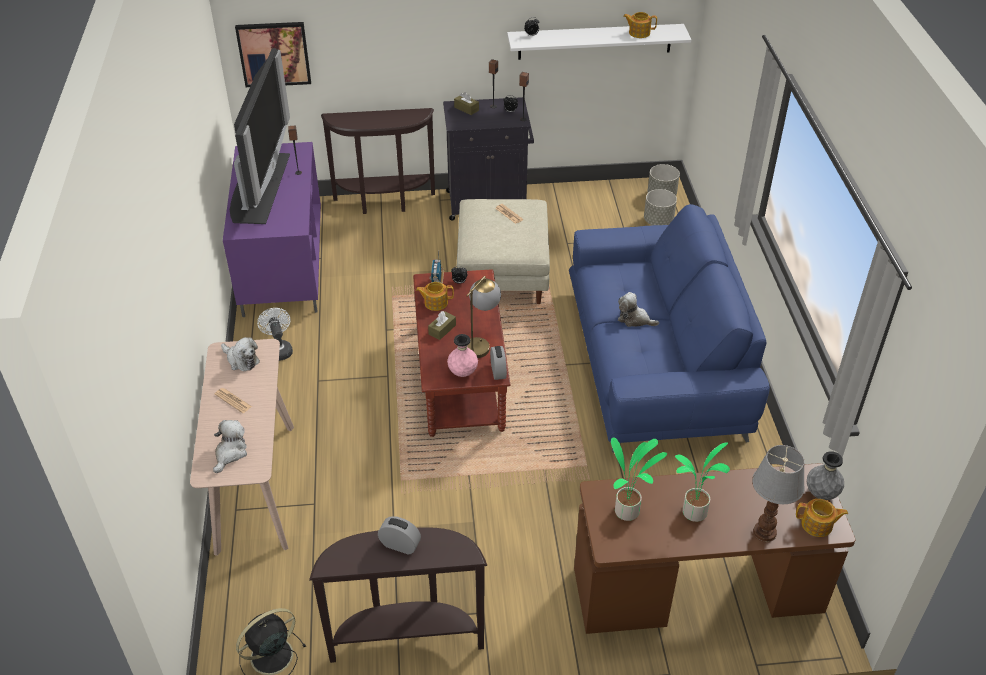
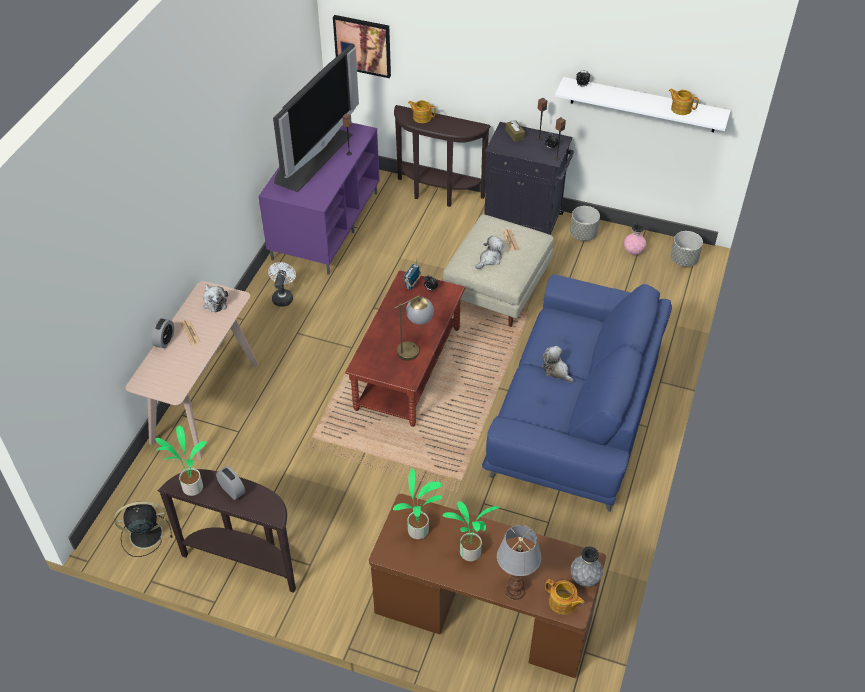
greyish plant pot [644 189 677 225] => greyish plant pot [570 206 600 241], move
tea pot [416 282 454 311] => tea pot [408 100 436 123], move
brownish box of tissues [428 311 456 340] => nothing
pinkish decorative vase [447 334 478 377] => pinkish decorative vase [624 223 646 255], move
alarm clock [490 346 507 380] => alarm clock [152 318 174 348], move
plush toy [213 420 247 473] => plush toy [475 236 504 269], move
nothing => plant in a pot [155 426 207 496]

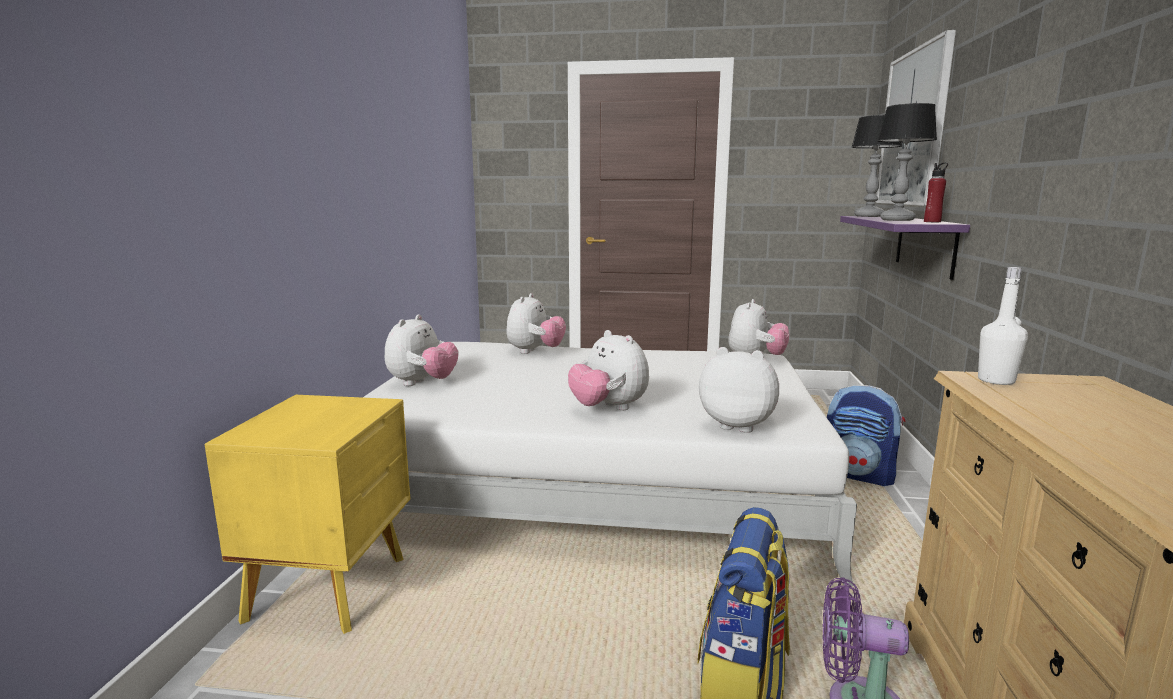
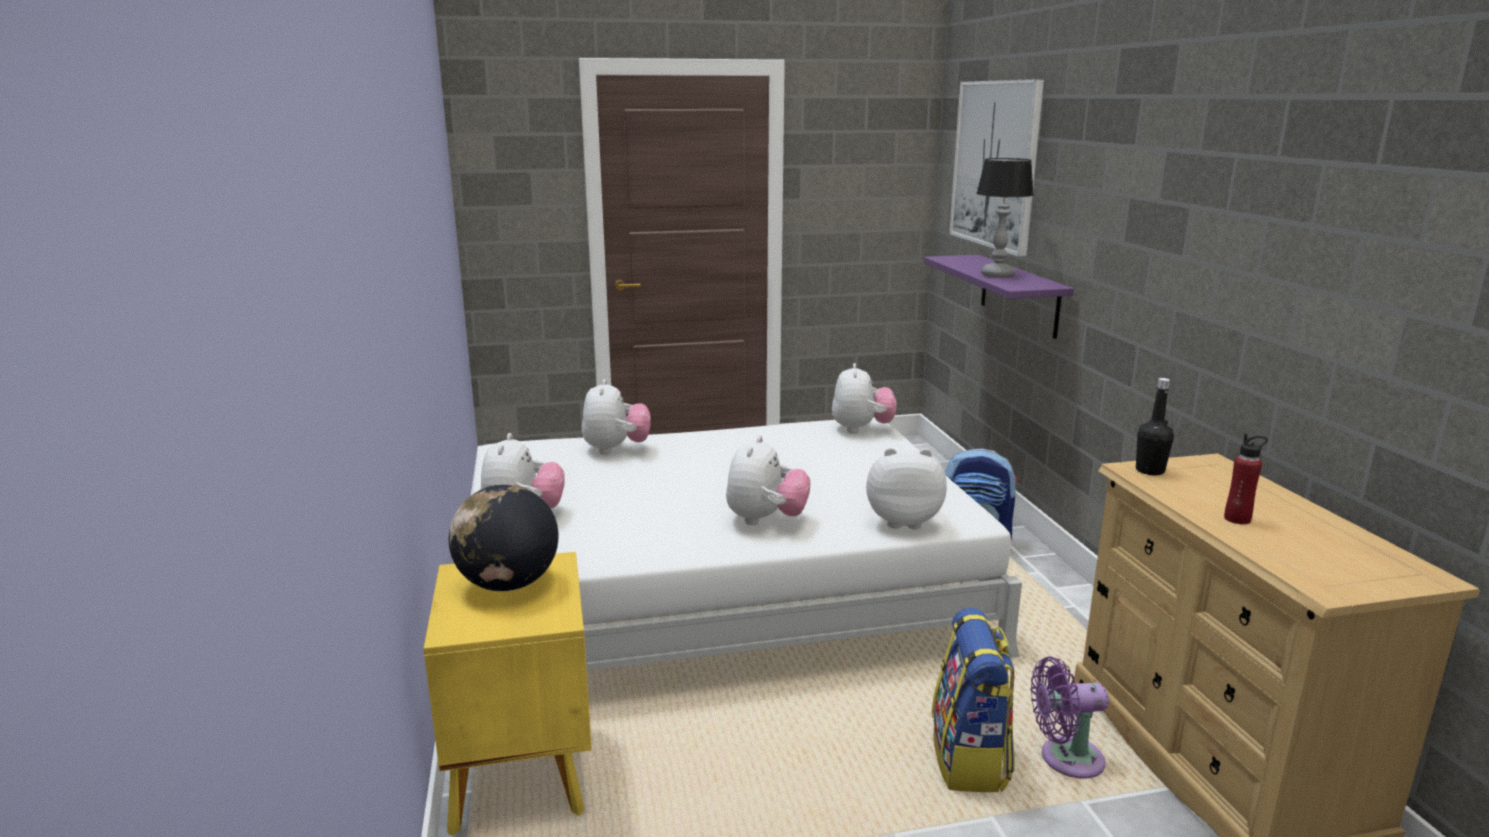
lamp for a table [851 115 902 217] => nothing
red-coloured drink bottle [924 162 948 222] => red-coloured drink bottle [1224 434 1268 524], move
white-coloured drink bottle [978 267 1028 385] => black drink bottle [1136 378 1174 475]
plush toy [568 330 649 410] => plush toy [726 435 810 525], 105 degrees counterclockwise
nothing => globe [449 484 559 591]

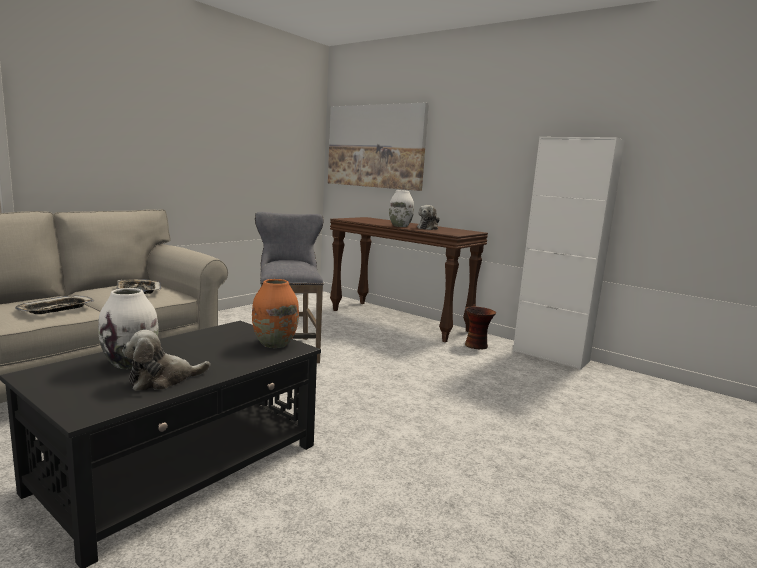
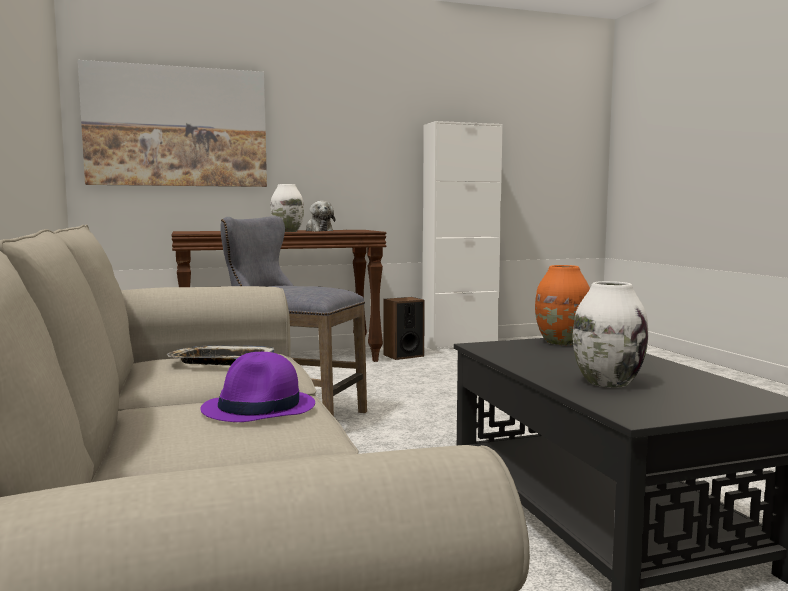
carrying tray [15 295 94 314] => purple hat [200 352 315 422]
decorative vase [465 307 496 349] => audio speaker [383 297 425 360]
plush toy [122 330 210 391] => nothing

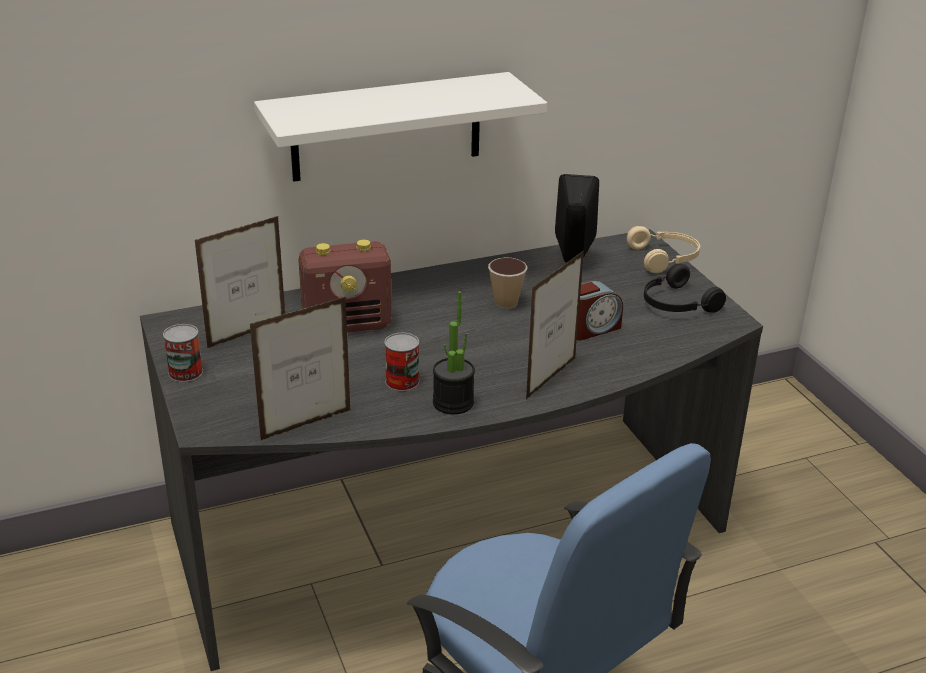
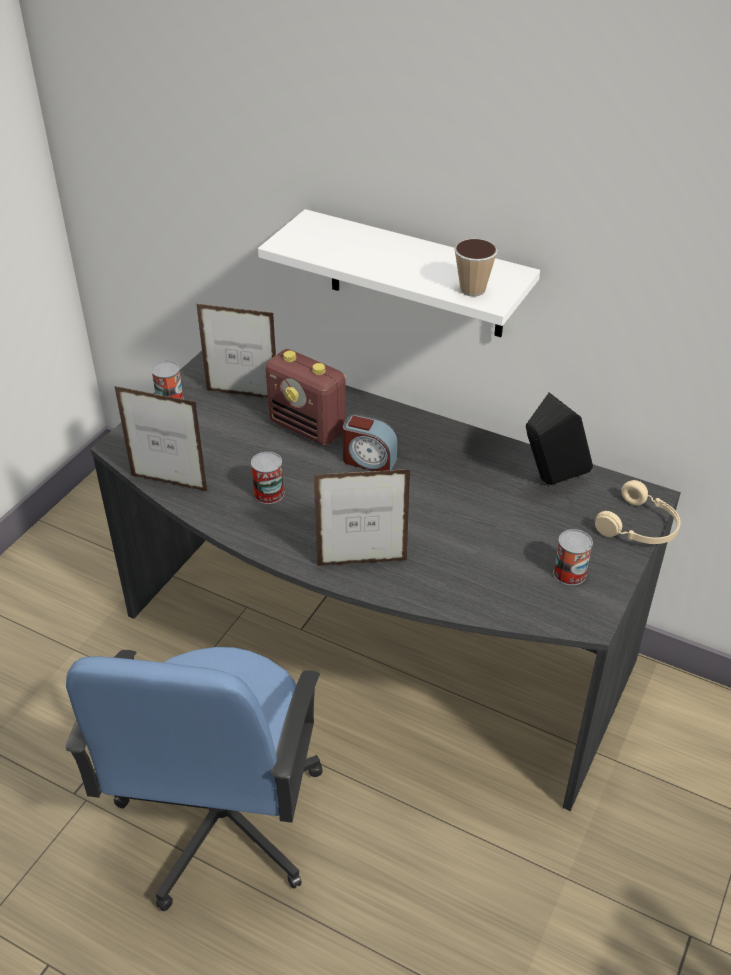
small cup [488 257 527 309] => small cup [454 239 498 297], move
black pair of headphones [644 264 726 313] => can [553 529 593 586]
alarm clock [577 280 623 340] => alarm clock [343 414 398 471], move
plant in a pot [433 291 475 414] => nothing

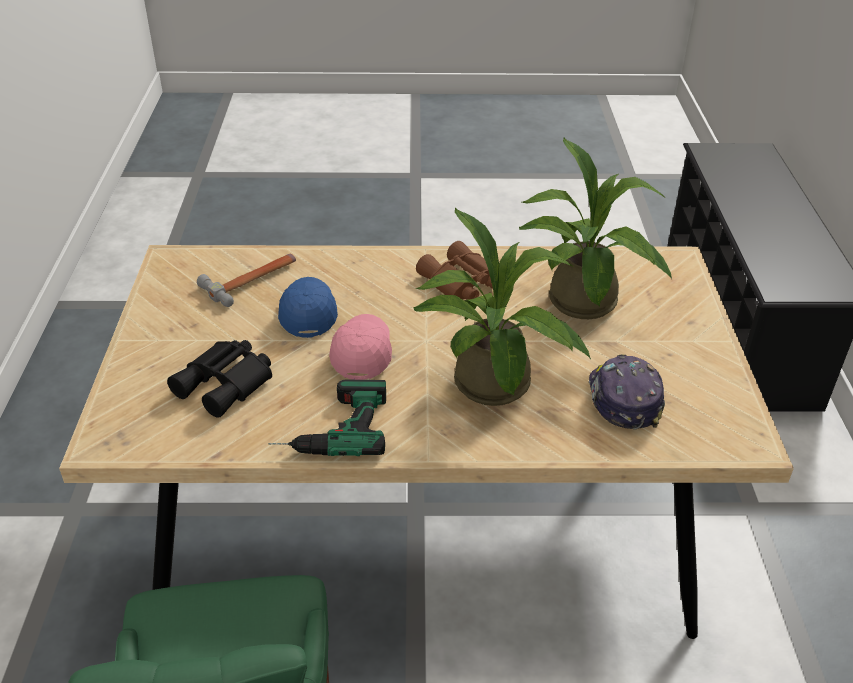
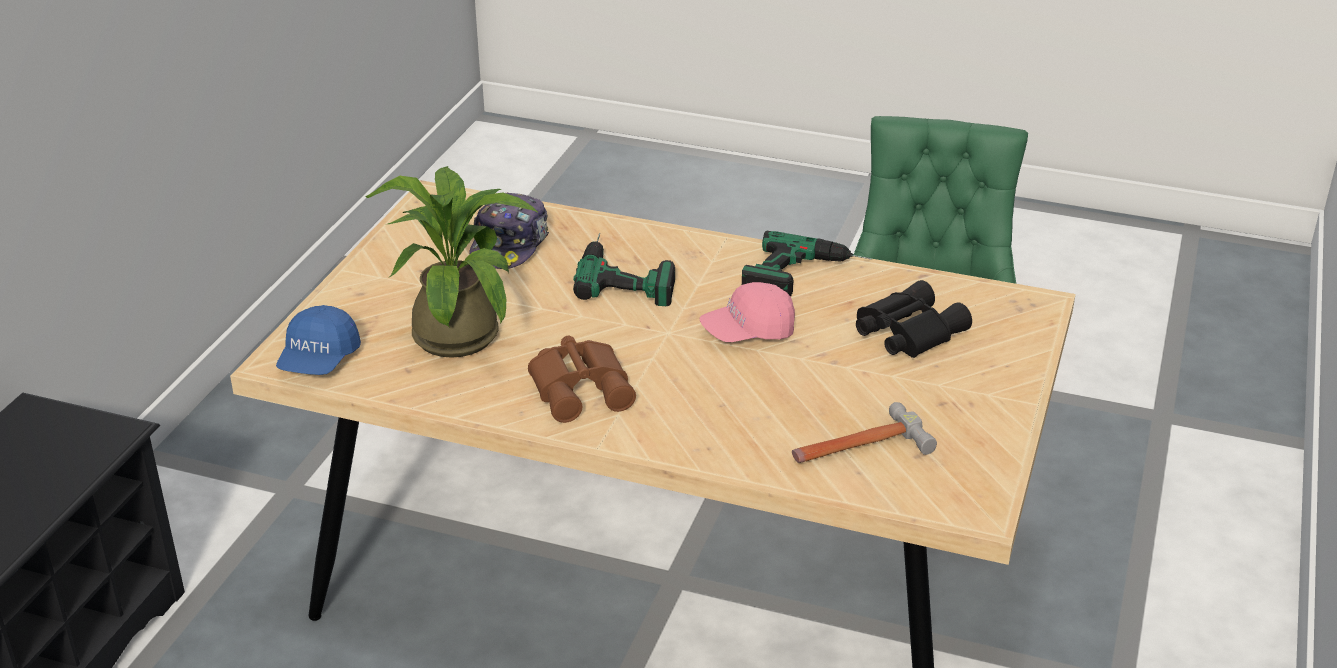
plant in a pot [414 207 591 406] => power drill [573 233 675 306]
bluish baseball cap [278 277 338 338] => bluish baseball cap [276 305 361 375], move
pinkish baseball cap [329 314 392 380] => pinkish baseball cap [700 282 795 342], 45 degrees clockwise

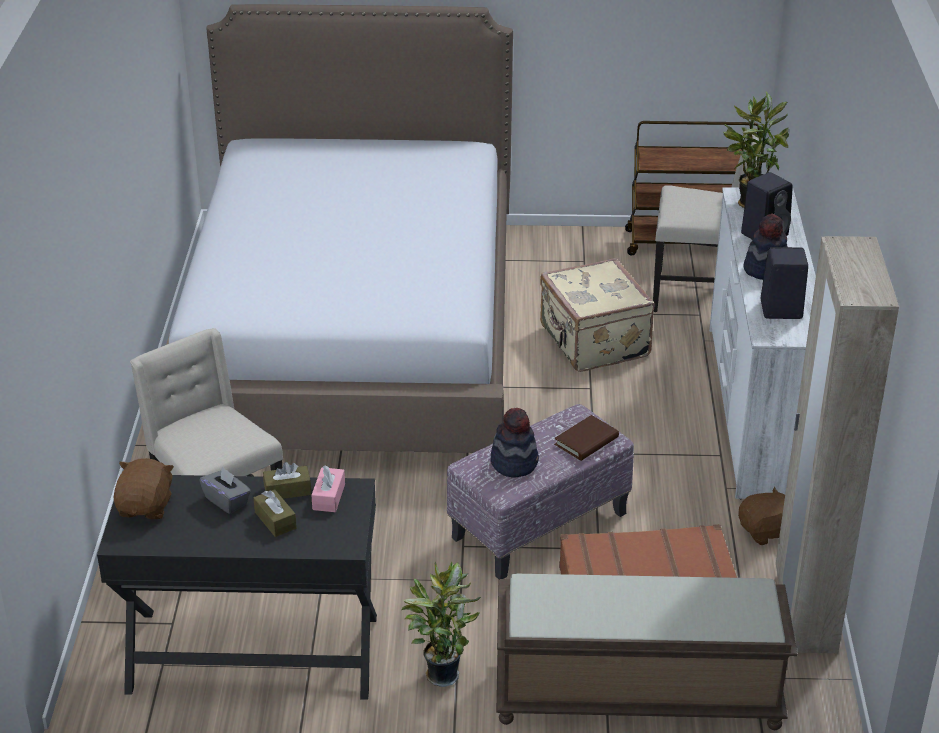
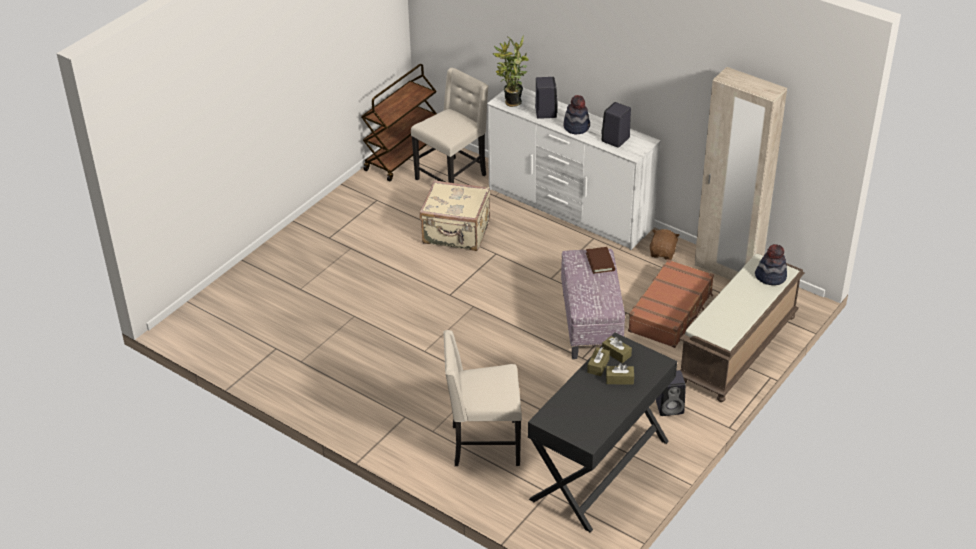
bed [169 4 513 453] => nothing
hat [491 408 539 478] => hat [755 244 787 285], move
brownish plush toy [113 458 174 519] => nothing
pinkish box of tissues [311 465 345 512] => brownish box of tissues [602 336 632 363]
greyish box of tissues [199 466 251 514] => nothing
plant in a pot [401 561 481 687] => black audio speaker [656 370 686 416]

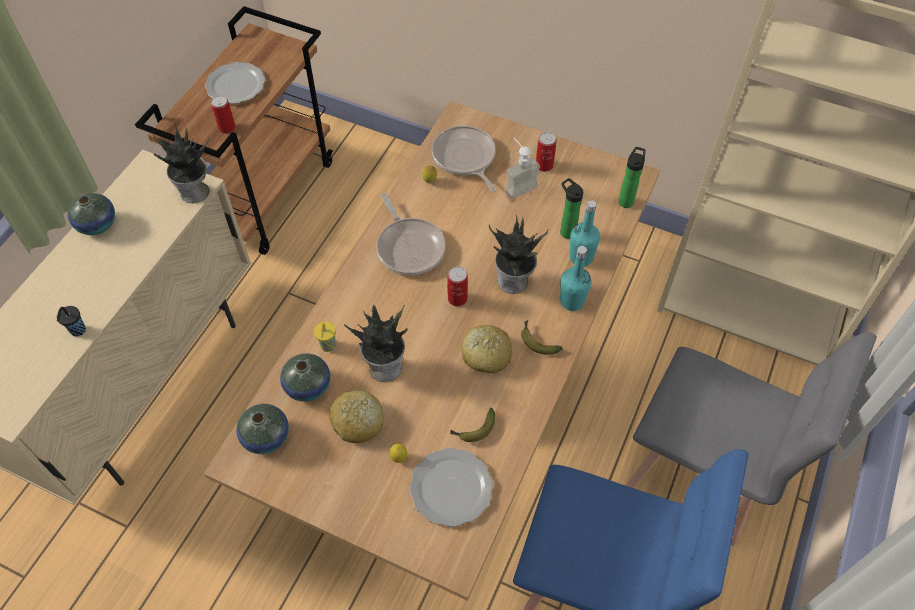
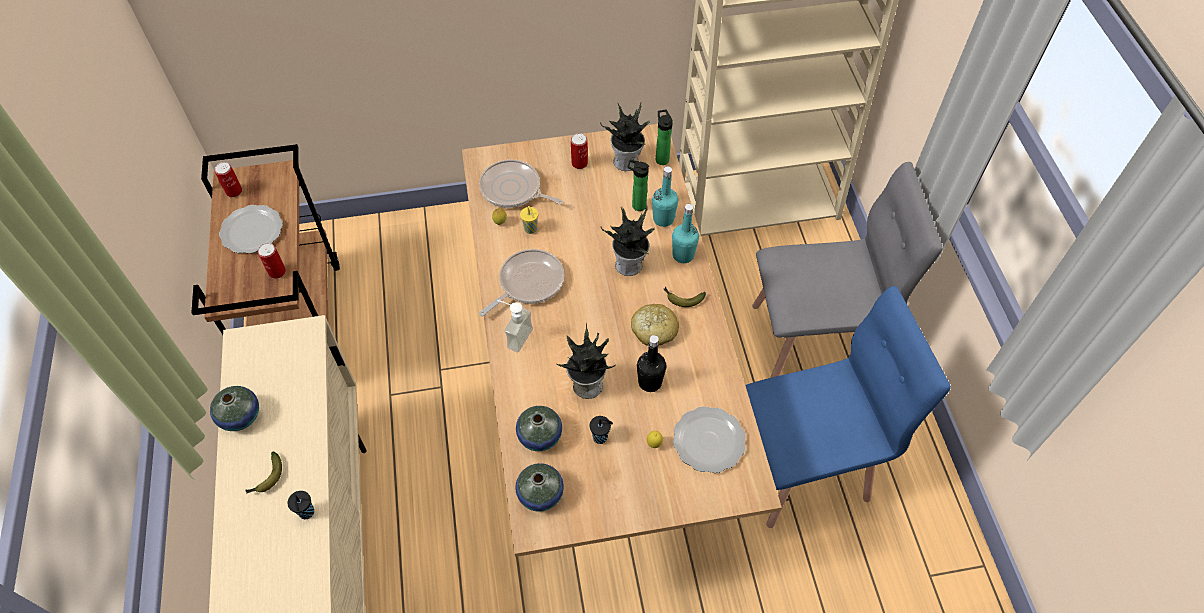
plant in a pot [153 124 210 203] => plant in a pot [600 103 650 171], move
liquid soap bottle [506 138 540 198] => liquid soap bottle [497 300 533 352], move
frying pan [376 193 446 275] => frying pan [479 249 564 316], 75 degrees counterclockwise
can [447 267 468 306] => can [214 162 242 197], move
yellow small cup [314 322 336 352] => yellow small cup [520 206 538 234], move
bread [329 390 384 443] => black small cup [590 416 613 444]
banana fruit [450 408 495 442] => banana fruit [246 451 282 494], move
nothing => black drink bottle [637 335 666 392]

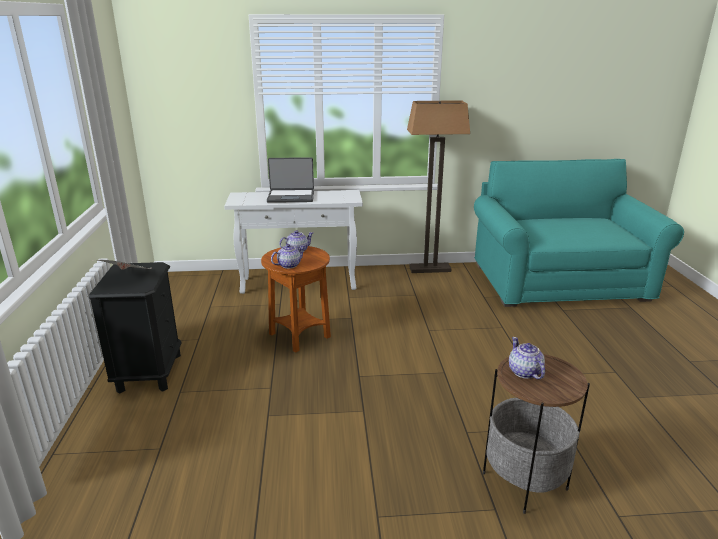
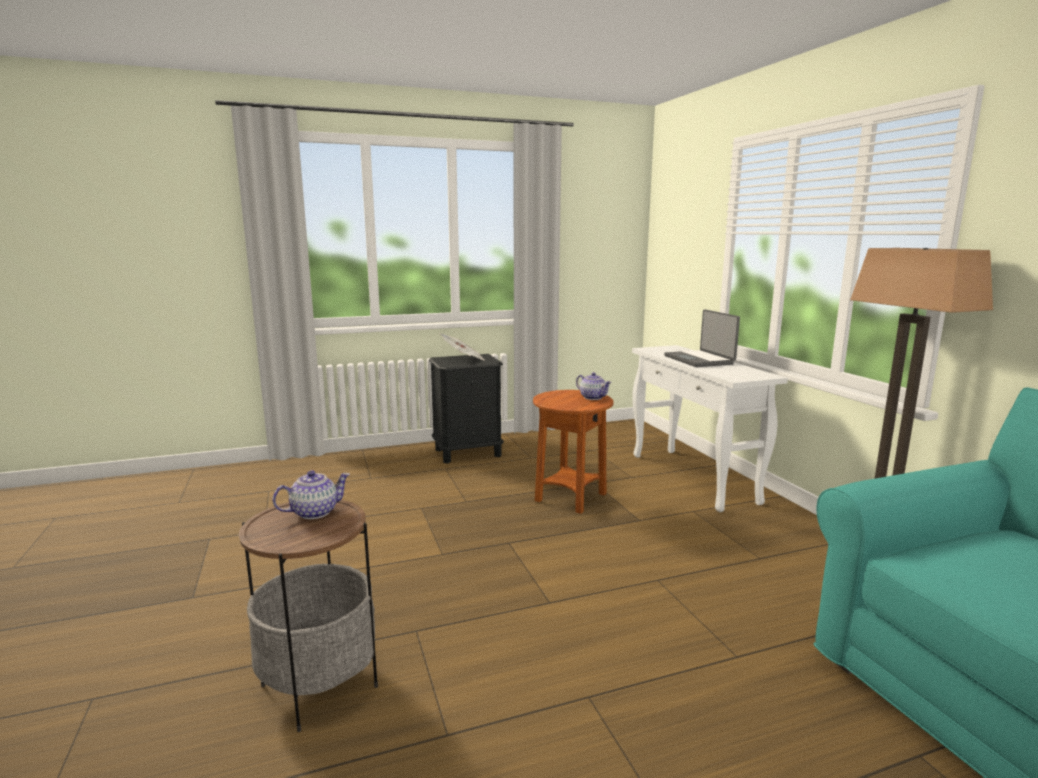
tea pot [271 244 306 269] => nothing

